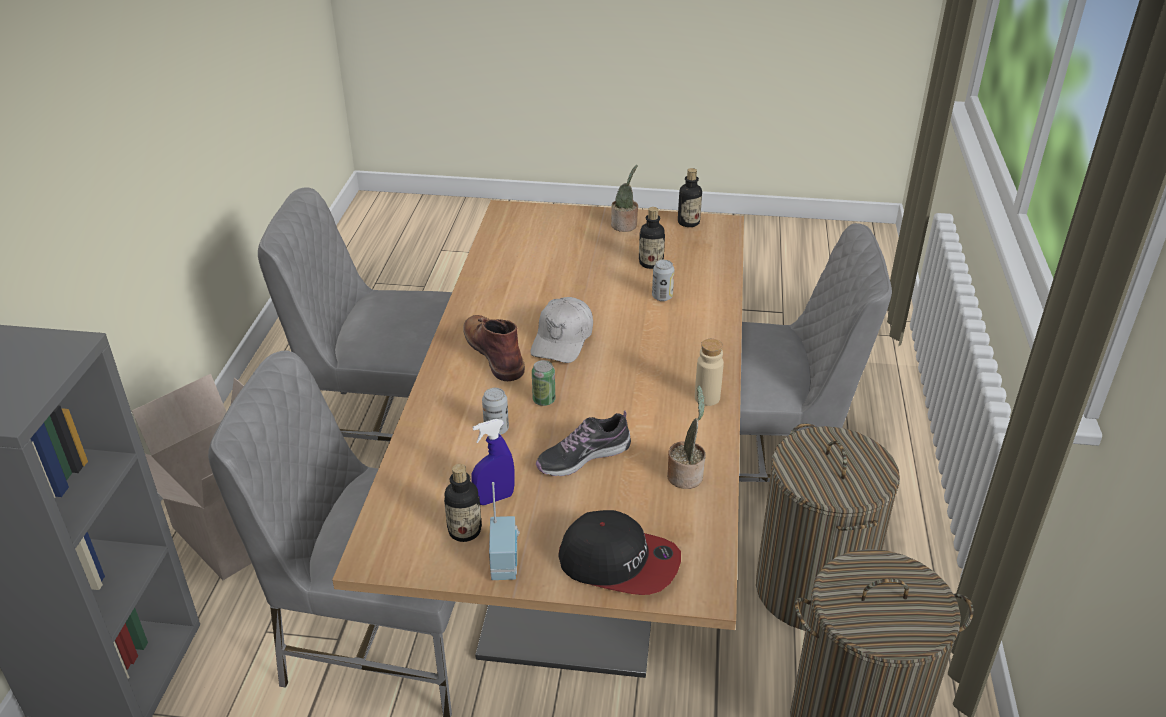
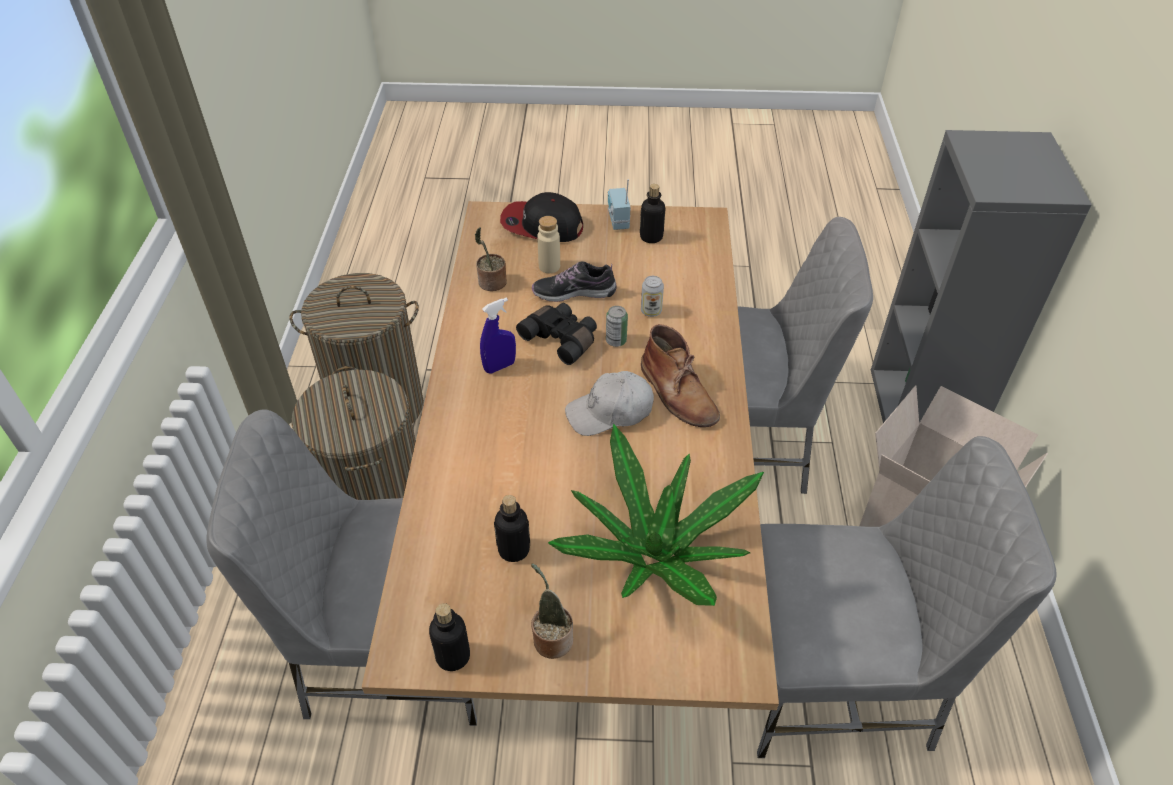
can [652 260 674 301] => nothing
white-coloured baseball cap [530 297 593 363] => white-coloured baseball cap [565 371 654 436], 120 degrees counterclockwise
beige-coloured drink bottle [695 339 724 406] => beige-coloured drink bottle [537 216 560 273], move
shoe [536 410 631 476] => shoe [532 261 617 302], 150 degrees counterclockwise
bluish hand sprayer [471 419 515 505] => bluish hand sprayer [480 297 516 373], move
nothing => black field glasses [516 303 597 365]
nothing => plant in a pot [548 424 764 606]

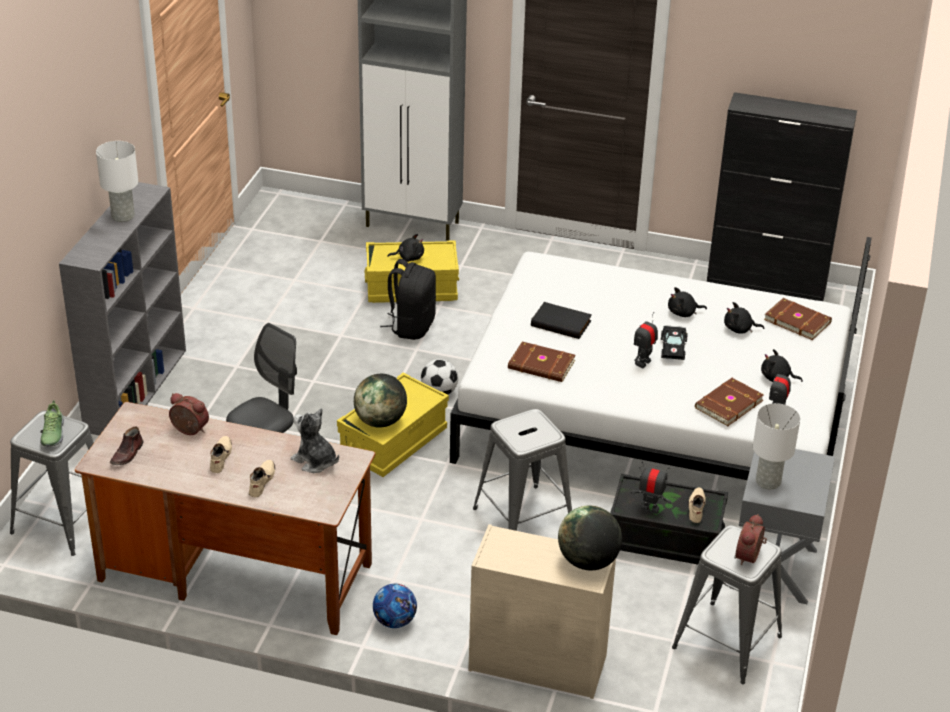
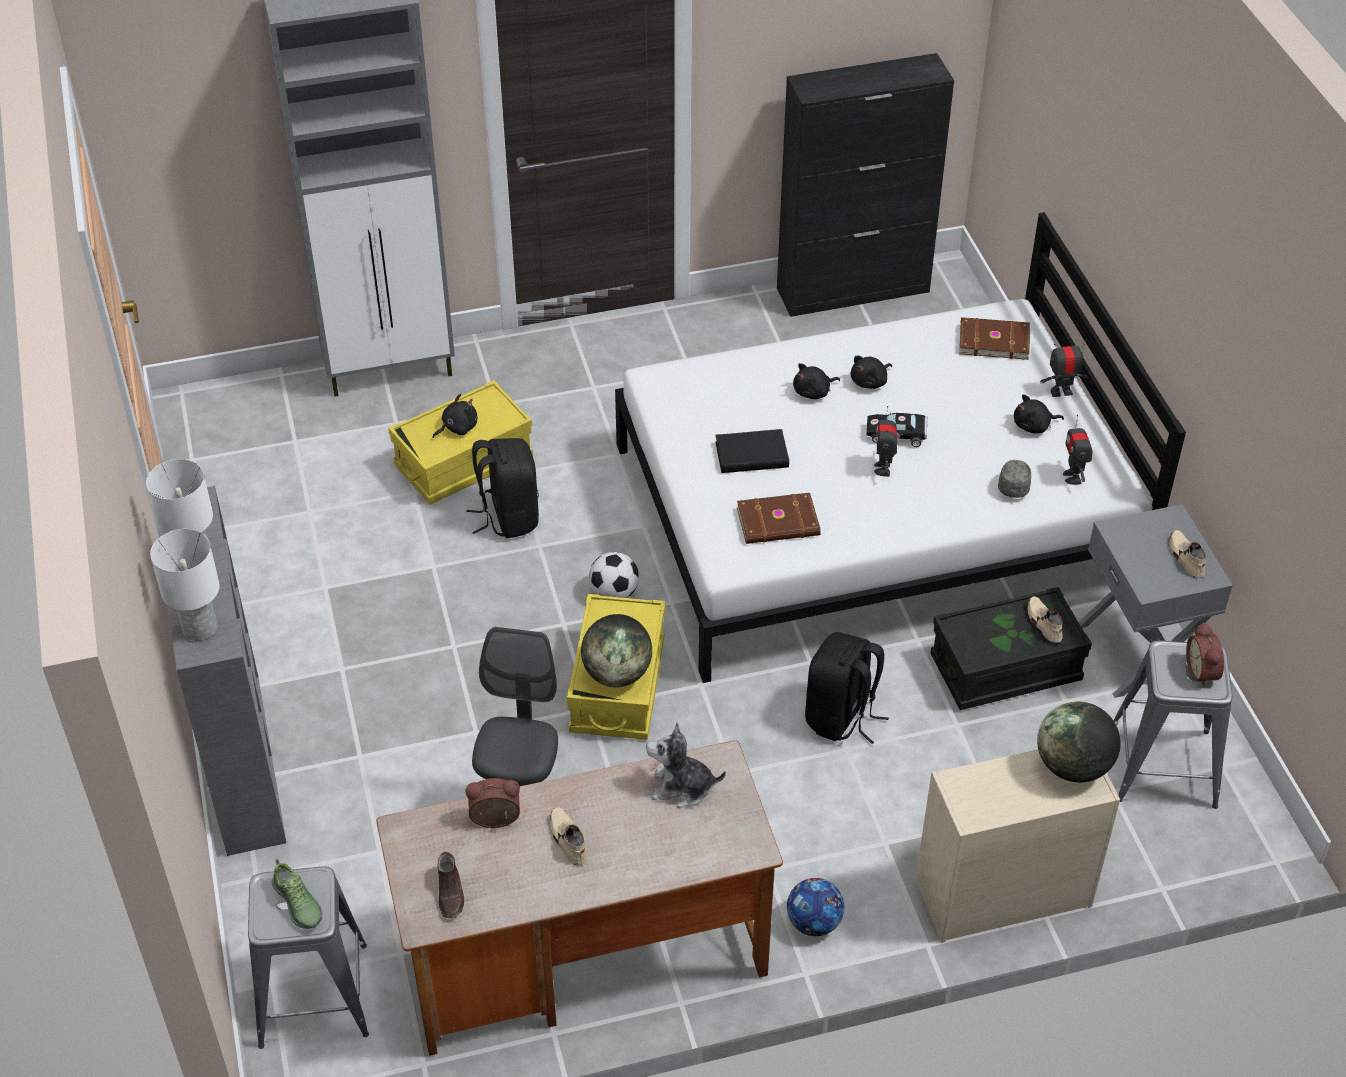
black plush toy [724 302 764 333] => black plush toy [793 363 840 399], move
black toy car [661 326 688 360] => black toy car [866 412 927 447], 120 degrees clockwise
brownish book [695 378 764 426] => greyish baseball cap [998 460 1031 498]
white-coloured lamp for a table [753 403 800 489] => white-coloured lamp for a table [150 529 220 641], move
greyish stool [473 409 572 531] => black knapsack [805 632 889 744]
beige-coloured shoe [249 460 275 497] => beige-coloured shoe [1169 530 1206 578], move
robot figure [631 461 672 514] => robot figure [1040 339 1088 397], move

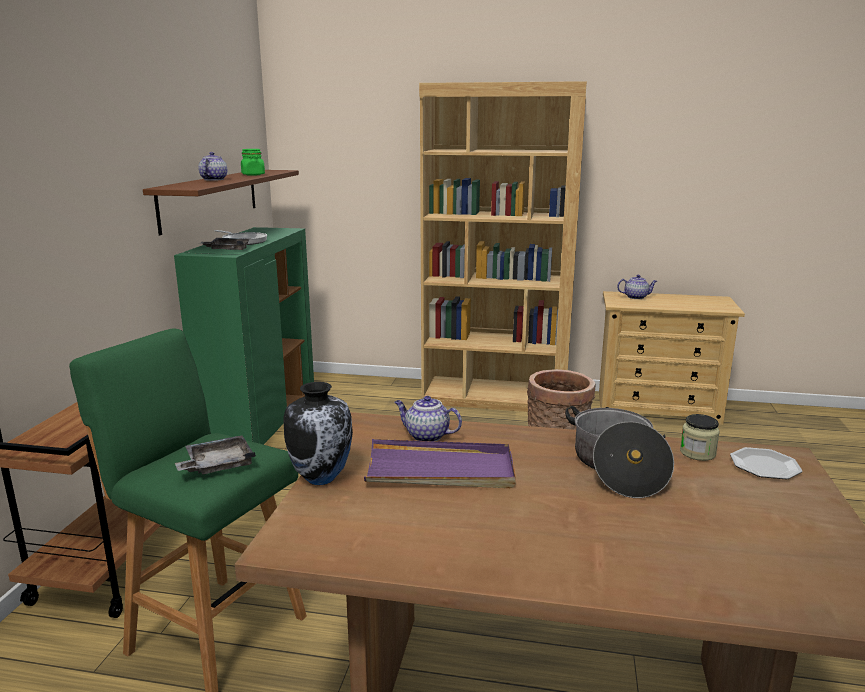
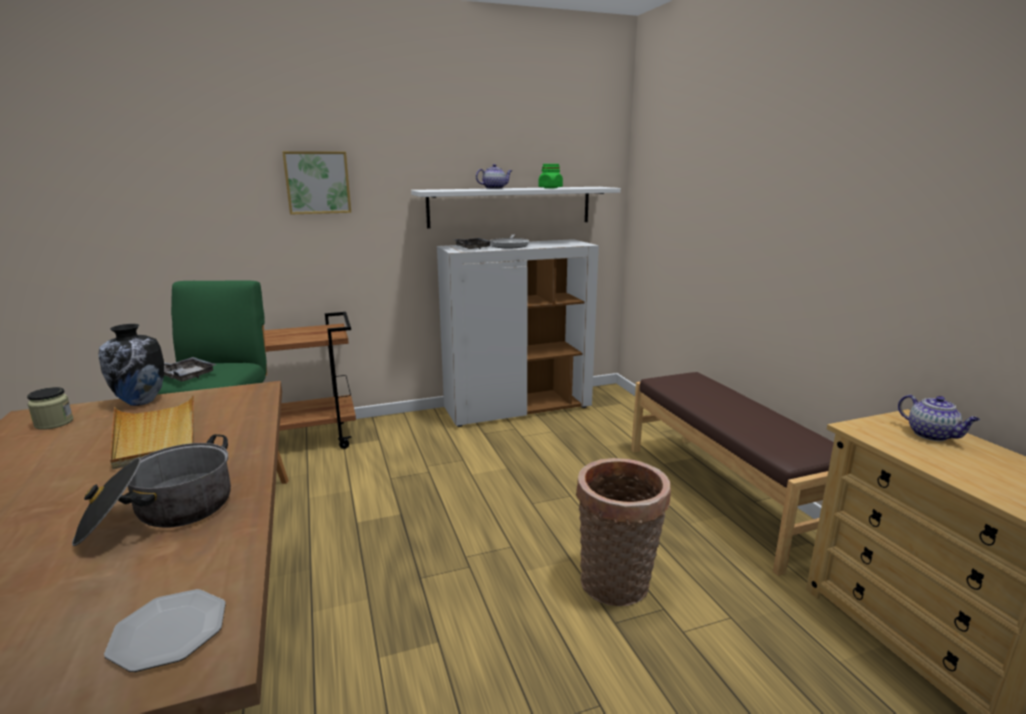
brownish shelving unit [419 81 587 412] => brownish indoor bench [631 372 834 576]
brownish wall shelf [143 170 299 235] => white-coloured wall shelf [411 187 621 228]
green storage cabinet [174 227 314 445] => white-coloured storage cabinet [437 239 599 427]
tea pot [395 396 462 441] => nothing
jar [680 414 720 461] => jar [27 387 73 430], move
purple carrying tray [364 439 516 488] => beige-coloured carrying tray [110 394 194 469]
nothing => wall picture [282 151 351 215]

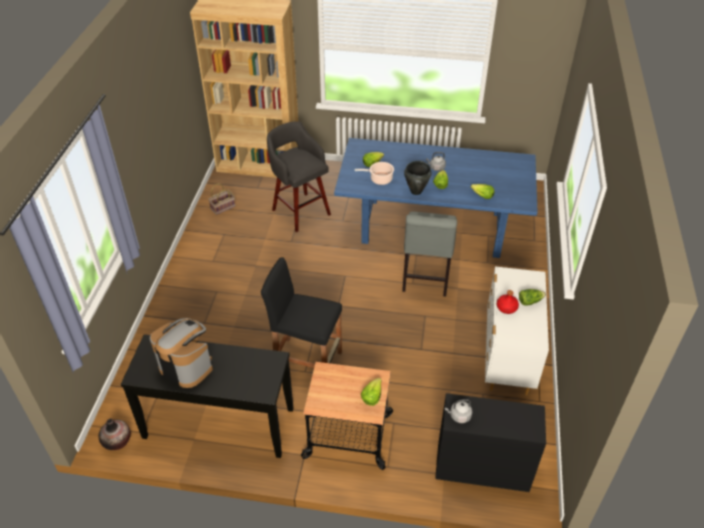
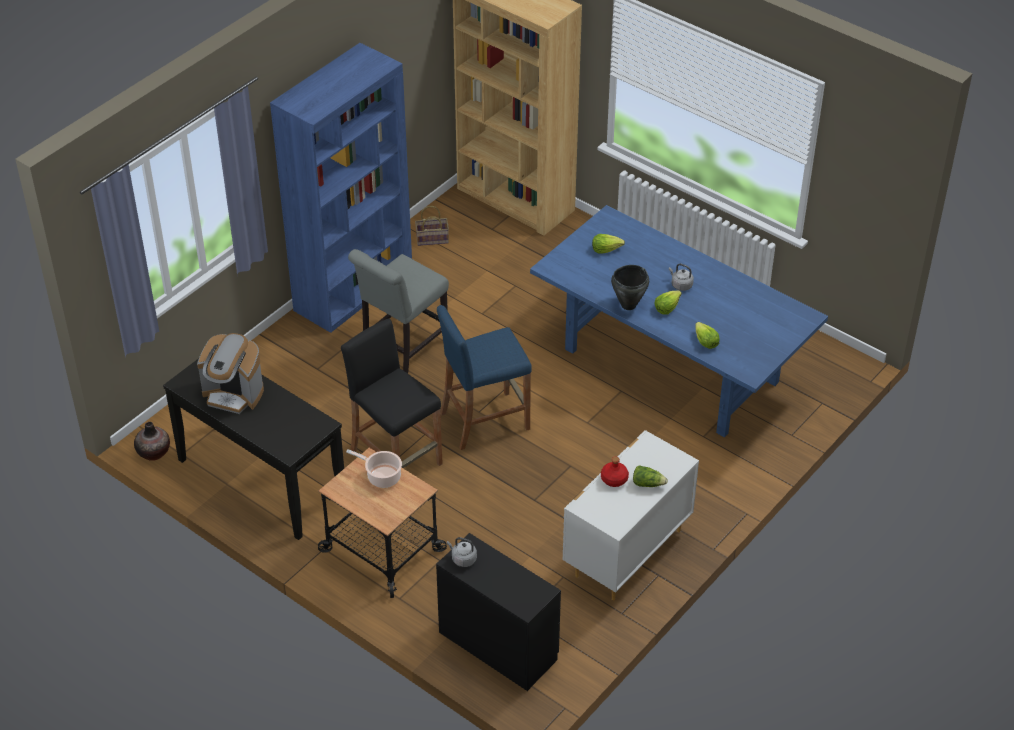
greyish stool [267 121 331 232] => nothing
stockpot [354 162 394 185] => stockpot [346 449 402 488], move
greyish plain chair [402 211 457 296] => greyish plain chair [348 249 449 373], move
coffee brewer [150 318 213 388] => coffee brewer [197 333 264 414], 135 degrees clockwise
lettuce head [361 378 382 406] => nothing
nothing => bluish shelving unit [270 43 412 333]
nothing => bluish stool [437 305 532 450]

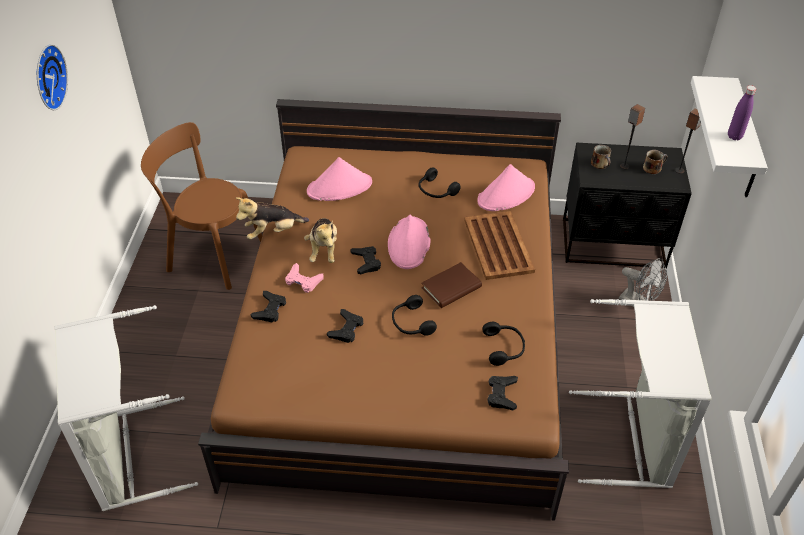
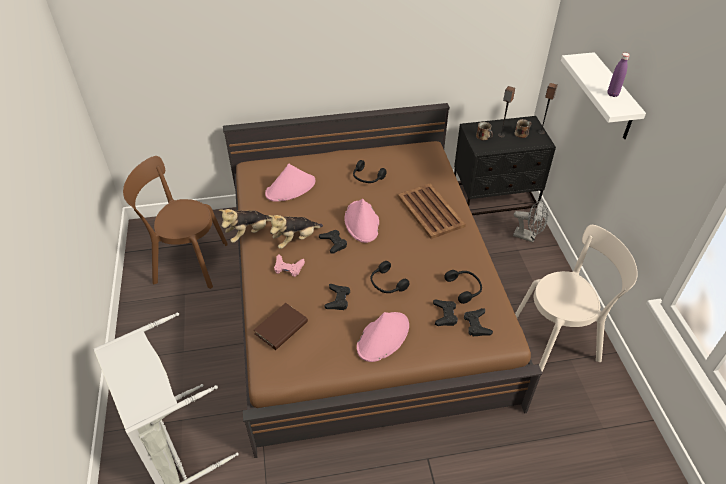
clock on the wall [37 44 68 110] => nothing
pinkish hat [477 164 535 211] => pinkish hat [357 312 409 362], move
plush toy [304 218 337 263] => plush toy [269 215 323 249], 75 degrees clockwise
brownish book [421 262 482 308] => brownish book [254 303 308 350], move
black joypad [251 291 286 323] => black joypad [433 300 458 326], move
greyish washing basket [569 299 711 488] => beige-coloured plain chair [515 225 638 372]

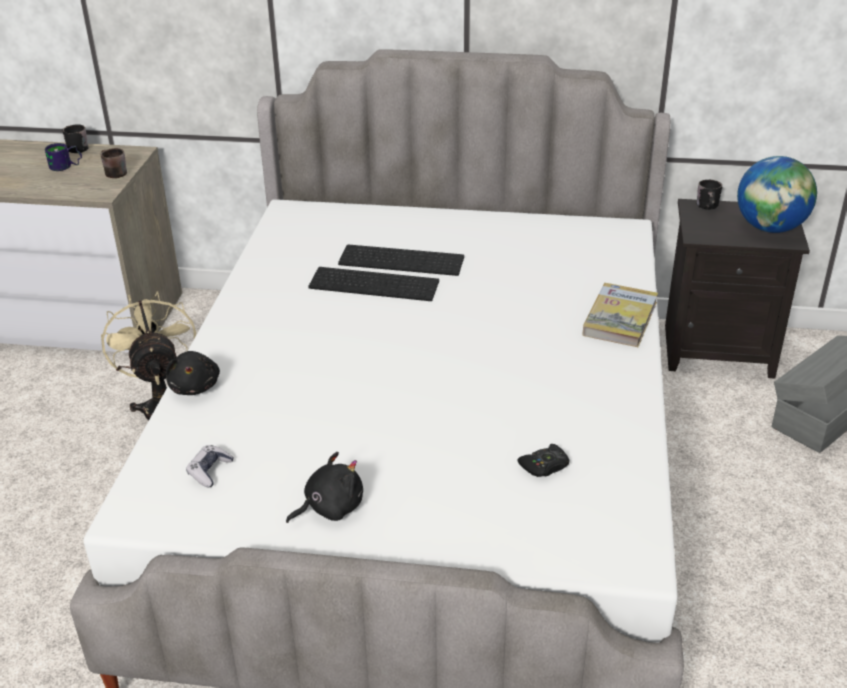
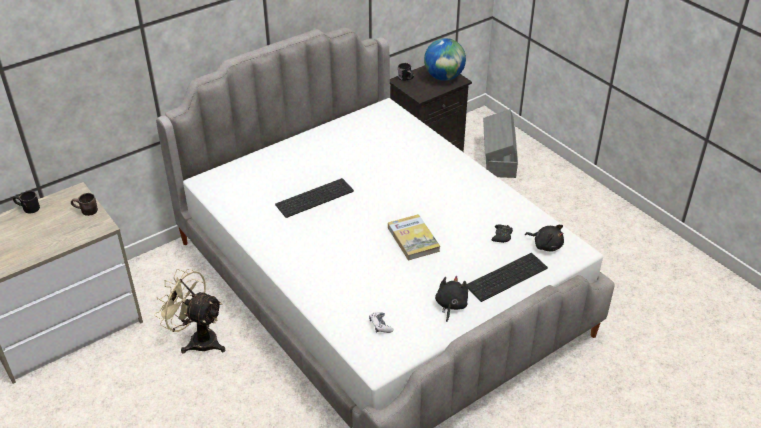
mug [45 143 82 171] => nothing
computer keyboard [338 245 464 276] => computer keyboard [467 253 548 302], move
book [582 283 658 347] => book [388 214 440 260], move
black plush toy [166 351 220 395] => black plush toy [525 225 564 251], move

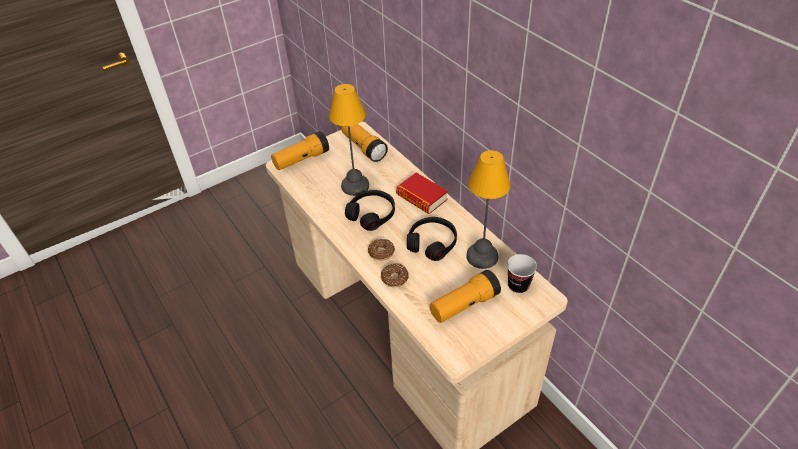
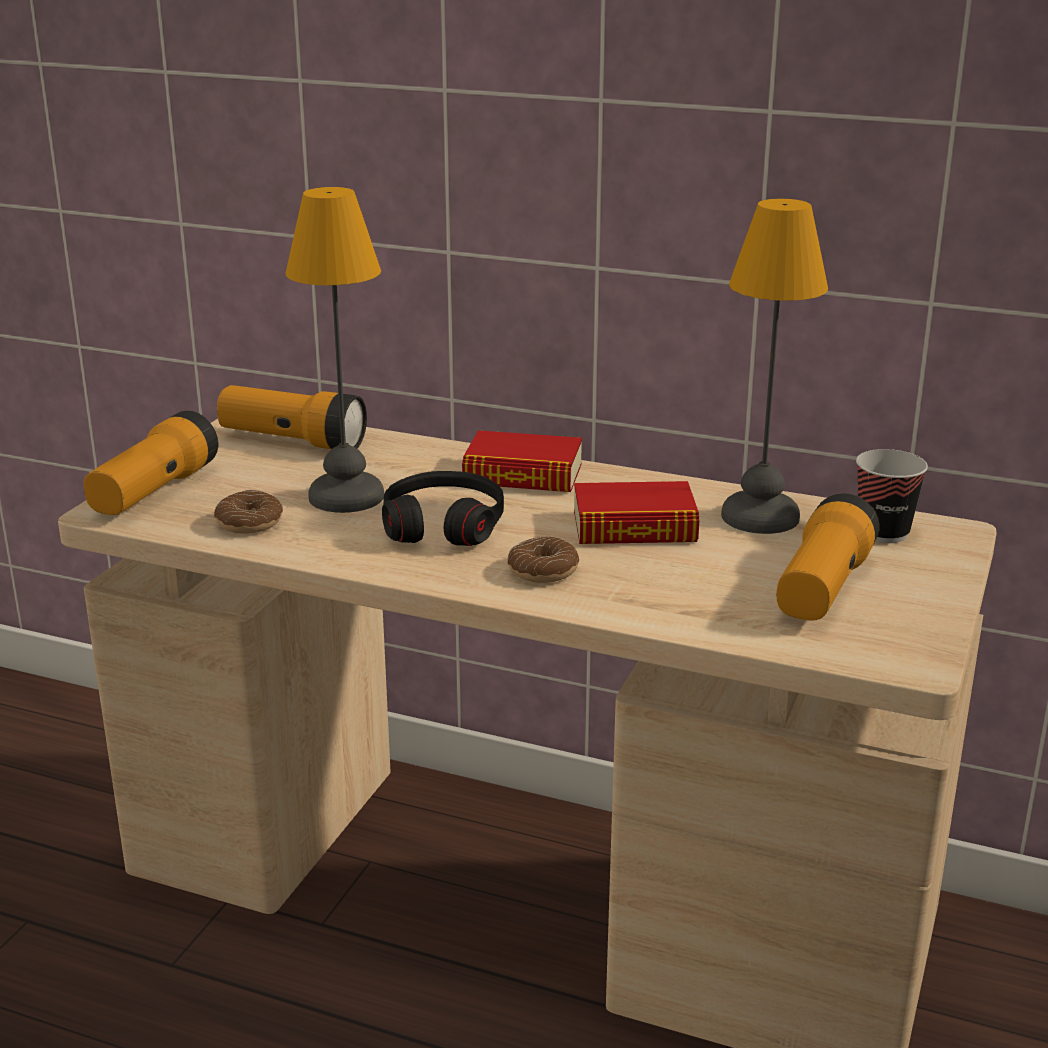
black pair of headphones [407 217 457 261] => book [574 481 699 544]
ring doughnut [381 263 409 287] => ring doughnut [214 490 283 534], move

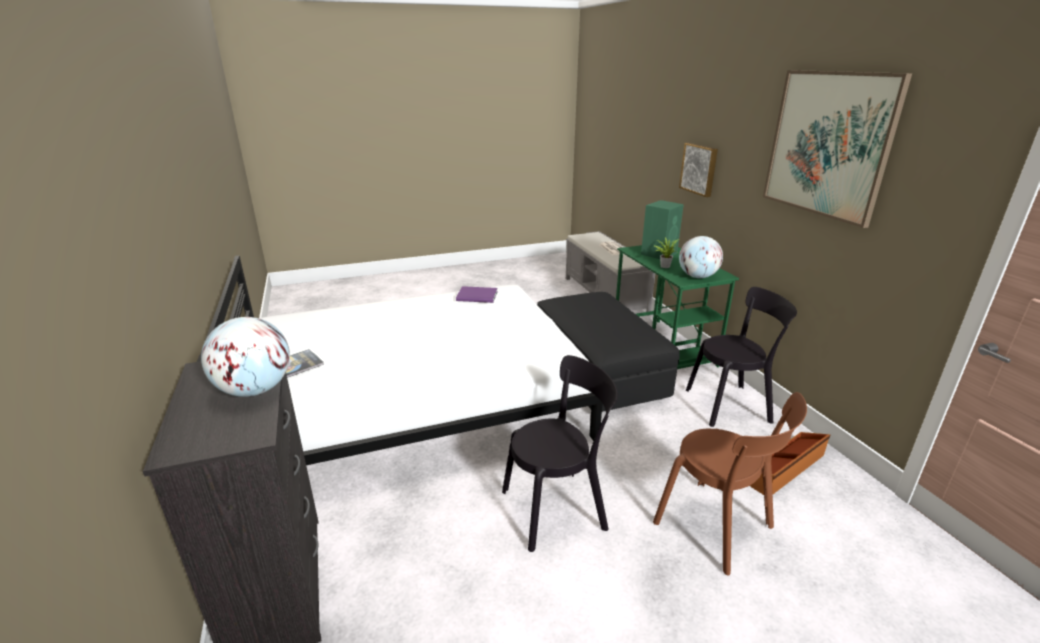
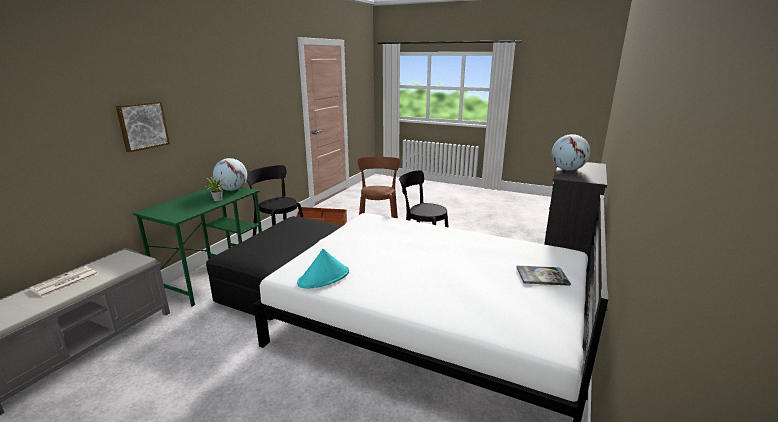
wall picture [763 70 912 228] => nothing
green audio speaker [641 200 684 259] => nothing
purple book [456 286 498 303] => turquoise hat [297 249 349 289]

